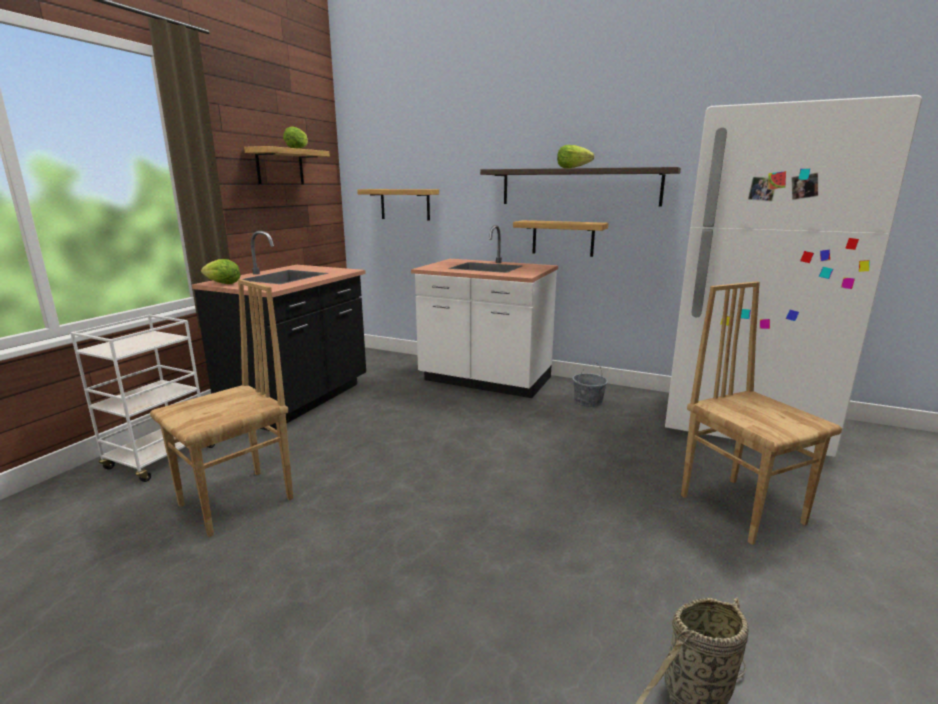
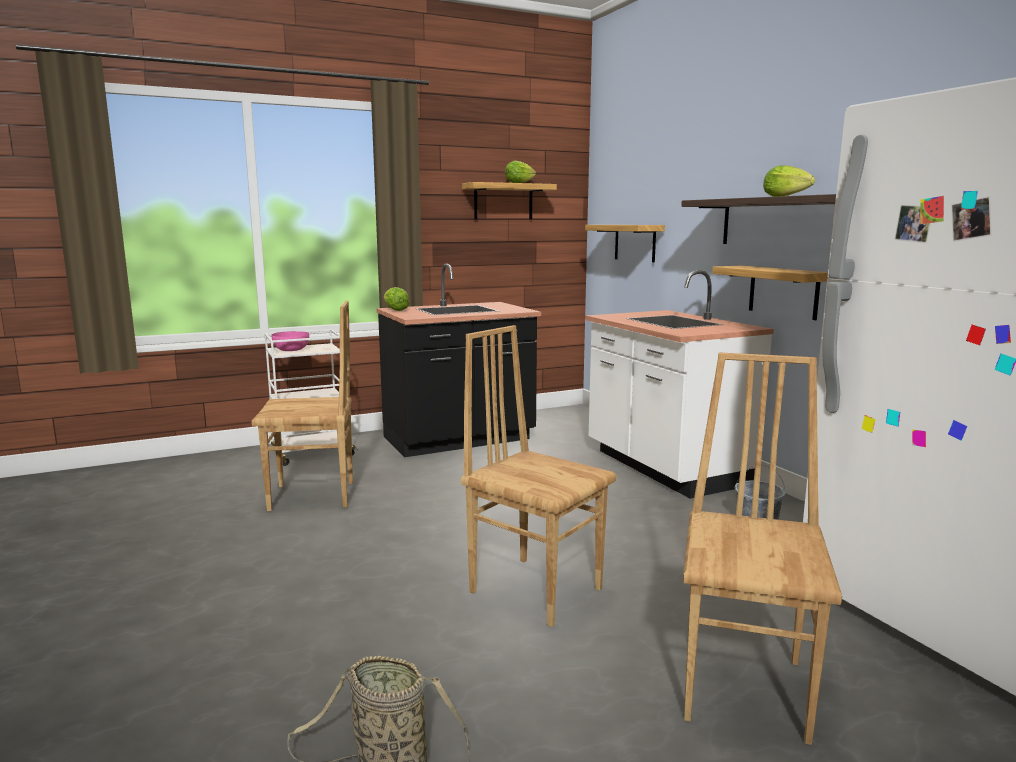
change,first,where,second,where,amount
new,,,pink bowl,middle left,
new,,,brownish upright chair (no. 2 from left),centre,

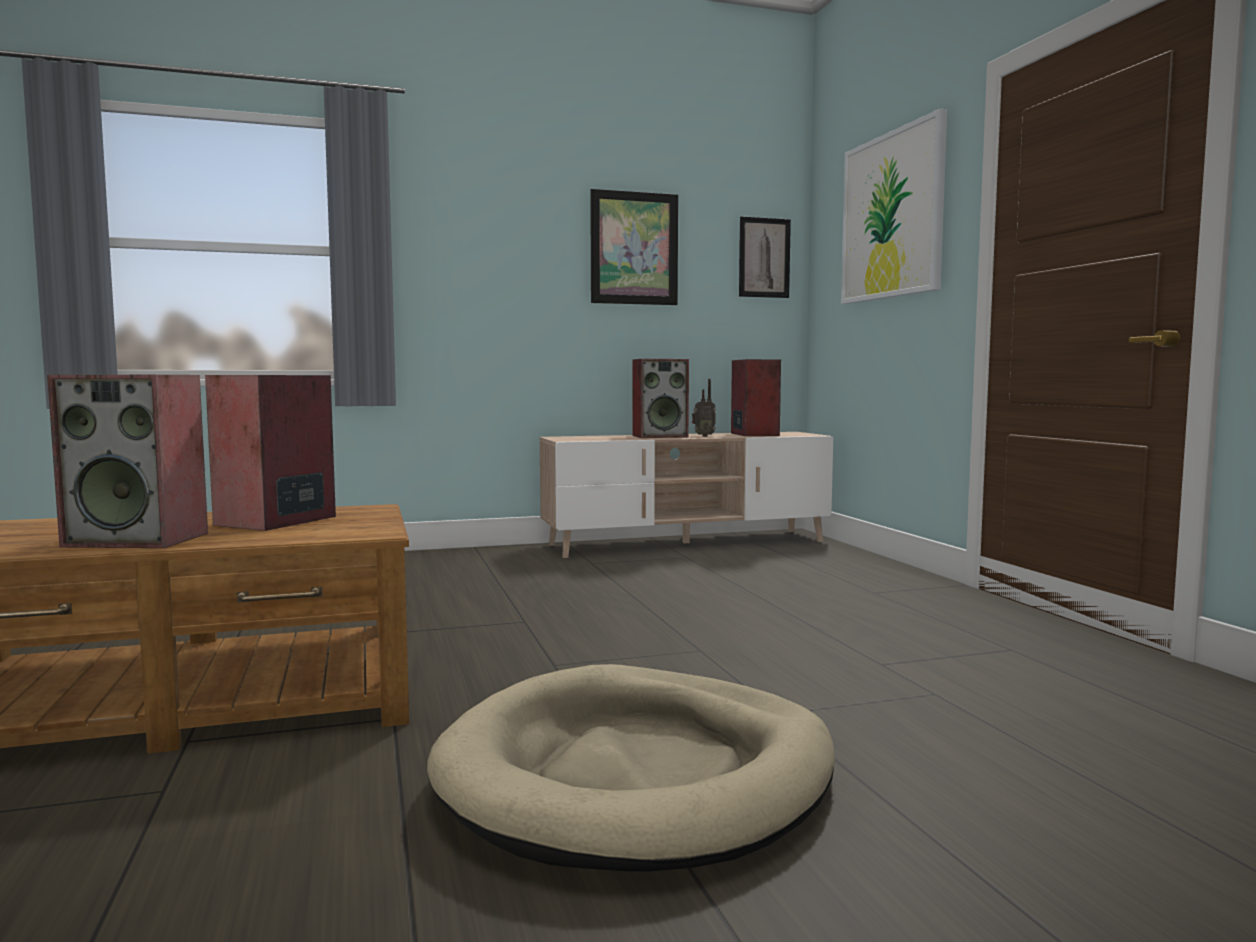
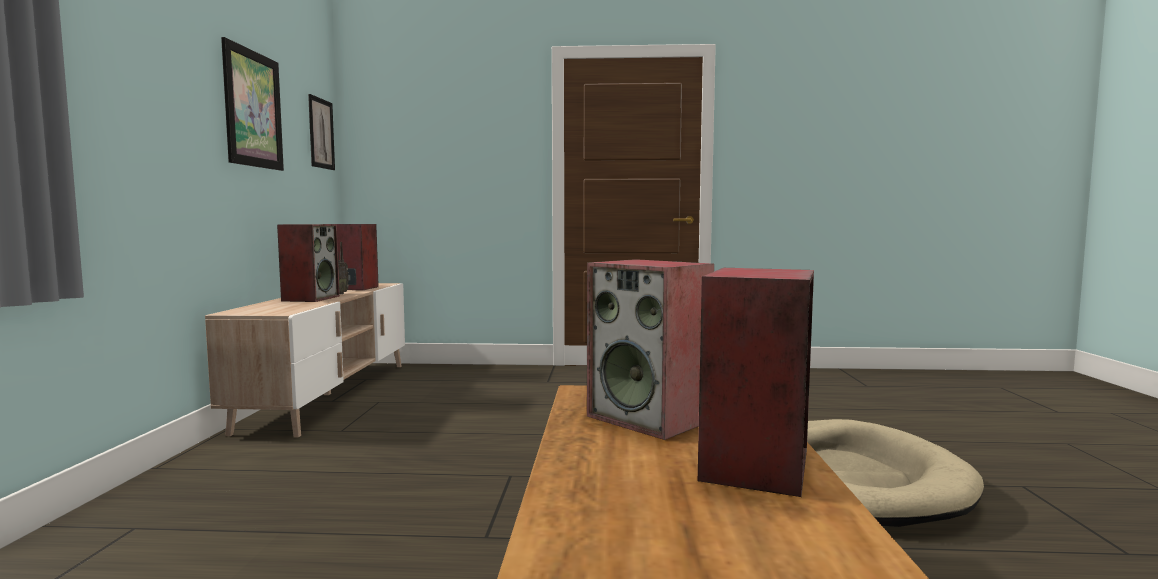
change,first,where,second,where,amount
gone,wall art (no. 3 from left),top right,,,

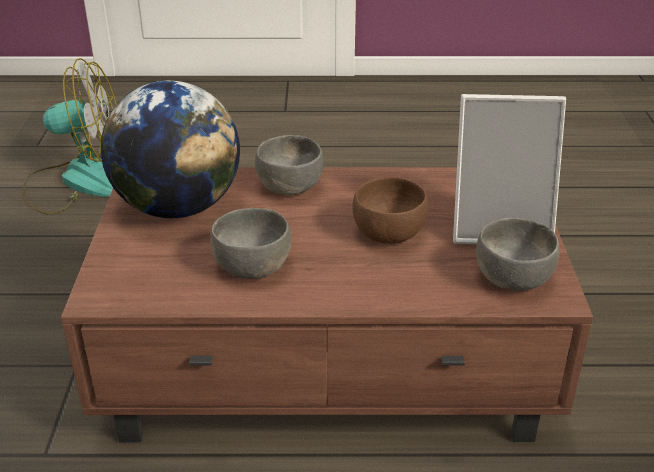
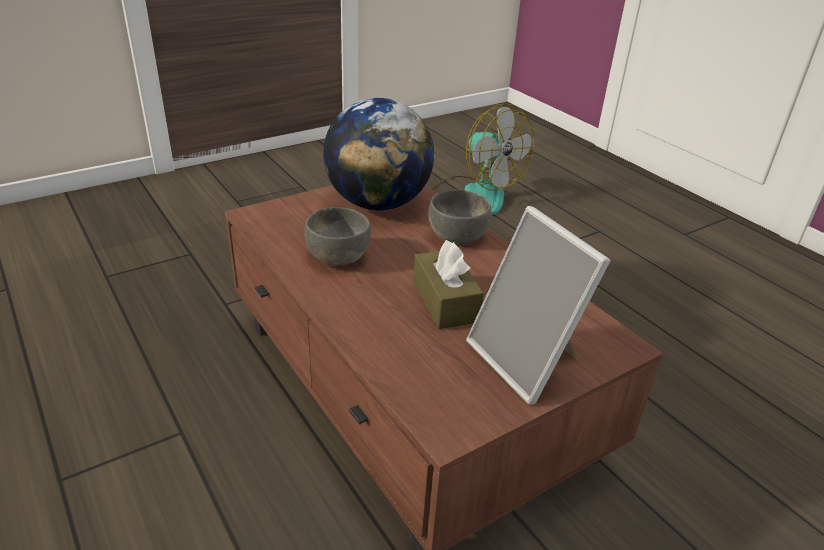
change,first,where,second,where,amount
gone,greyish bowl (no. 3 from left),middle right,,,
swapped,brownish bowl,centre,brownish box of tissues,centre,

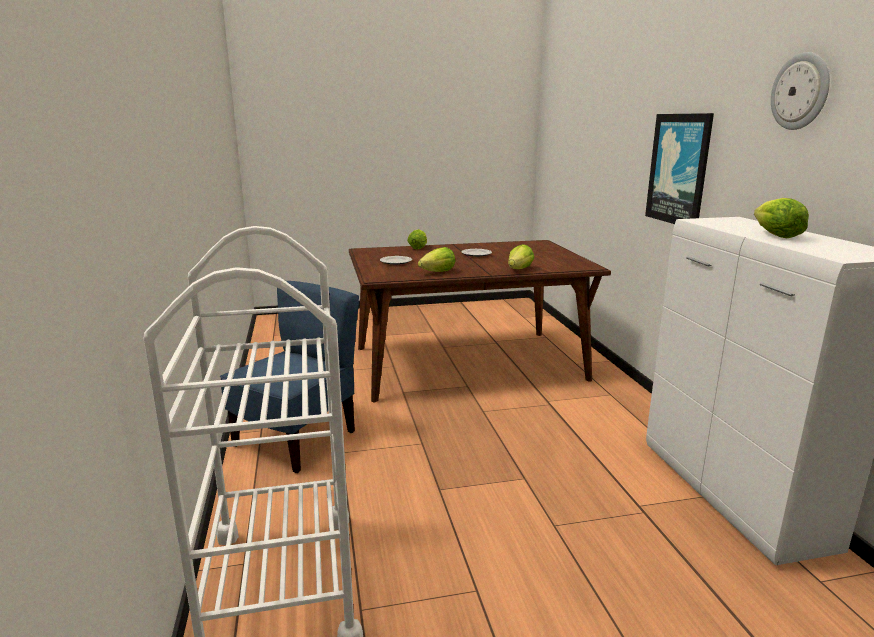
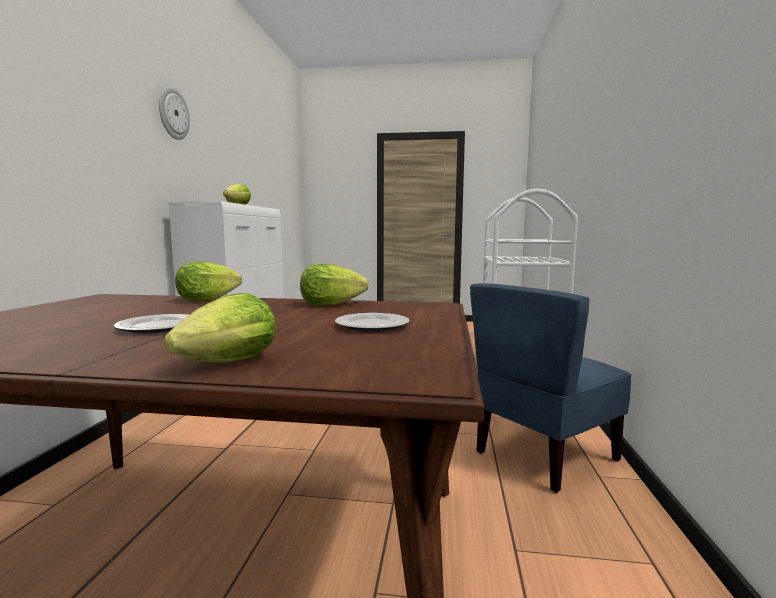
change,first,where,second,where,amount
gone,wall art,top right,,,

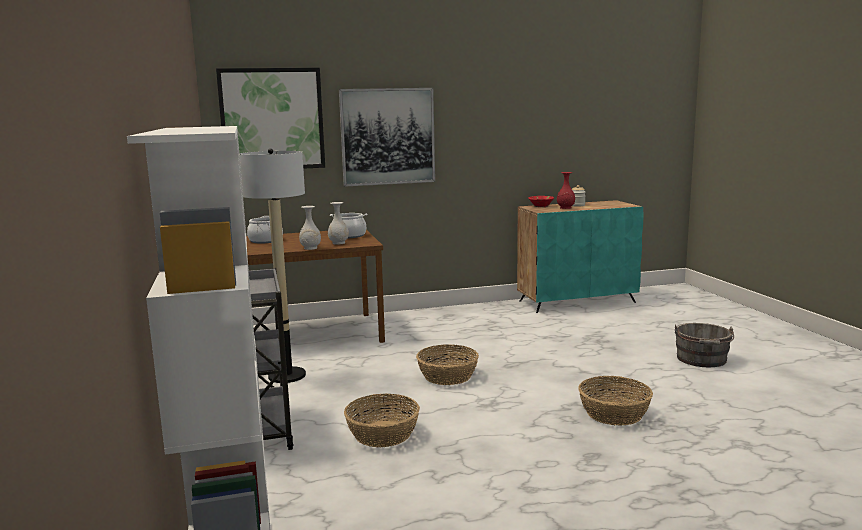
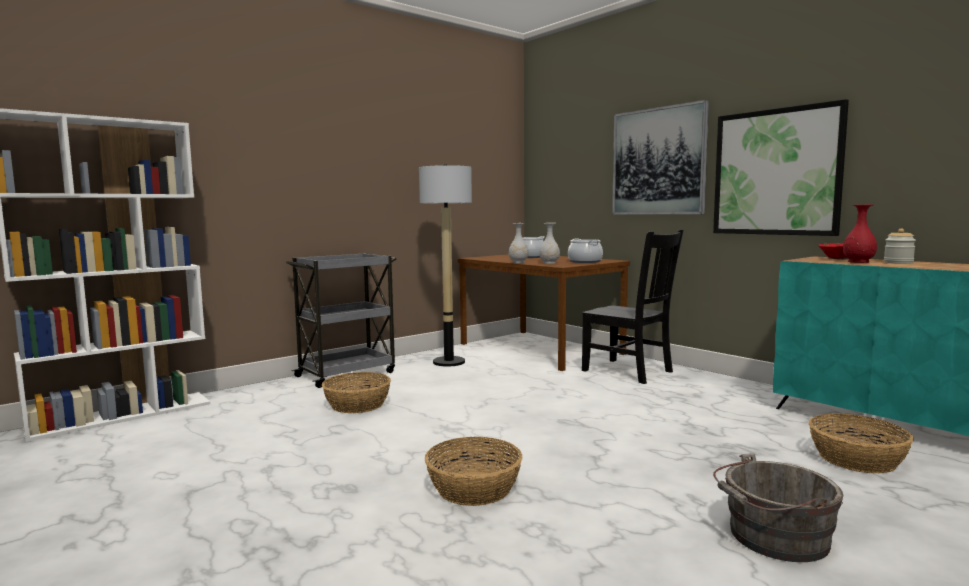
change,first,where,second,where,amount
new,,,black upright chair,centre,
shifted,wall art (no. 1 from left in the first image),top left,wall art (no. 2 from left),top right,
shifted,storage basket (no. 2 from left in the first image),bottom centre,storage basket (no. 3 from left),bottom right,

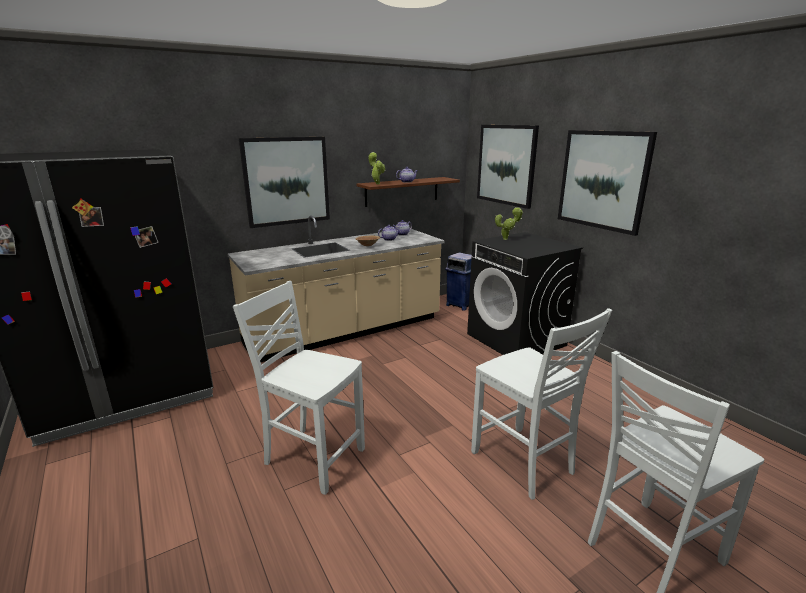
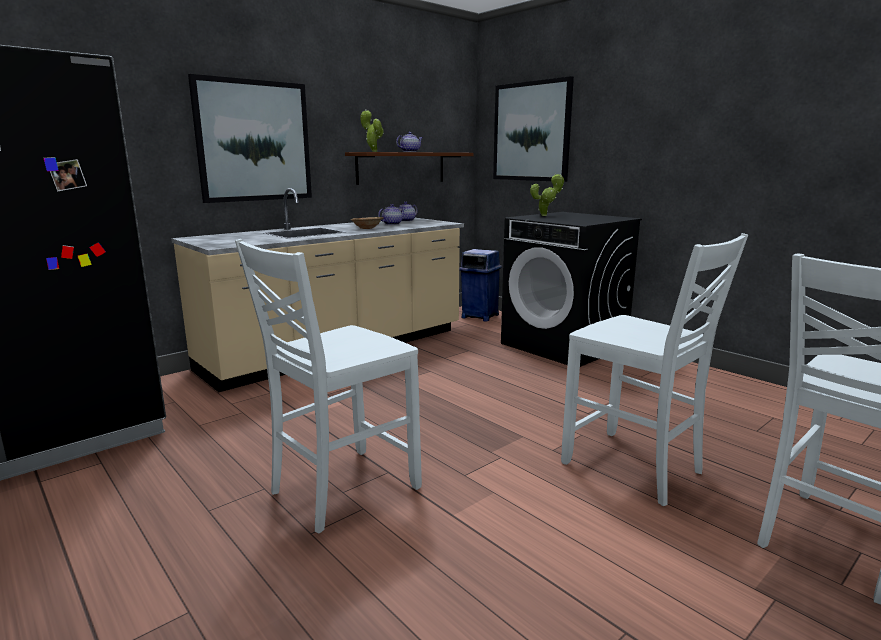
change,first,where,second,where,amount
gone,wall art (no. 3 from left),top right,,,
rotated,white upright chair (no. 1 from left),centre,,centre,60 degrees counterclockwise

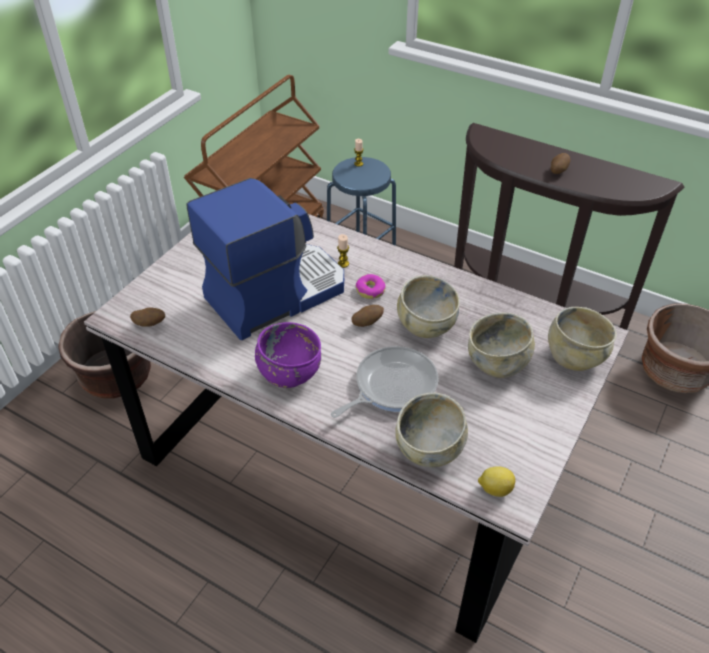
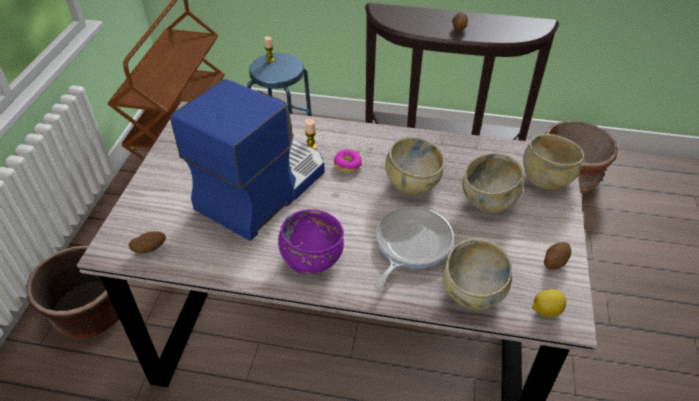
change,first,where,second,where,amount
shifted,potato (no. 2 from left in the first image),centre,potato (no. 3 from left),middle right,

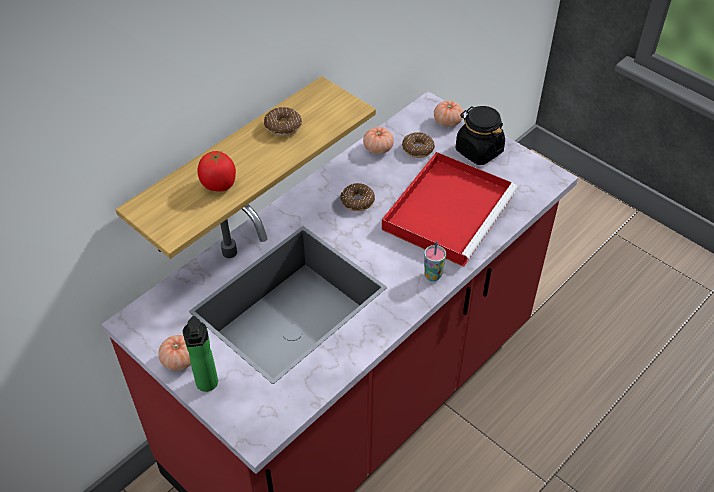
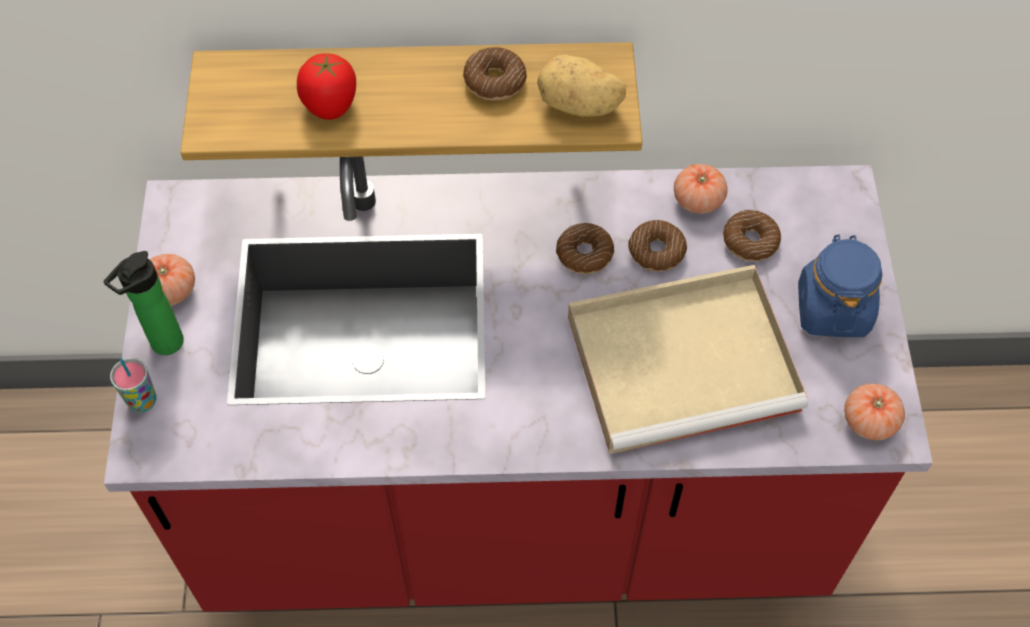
change,first,where,second,where,amount
new,,,potato,top centre,
new,,,ring doughnut (no. 3 from left),centre,
shifted,cup,centre,,middle left,
shifted,whole tomato (no. 4 from left),top centre,,middle right,
repainted,red-coloured carrying tray,centre,sand-coloured carrying tray,middle right,
repainted,black storage jar,top right,bluish storage jar,middle right,

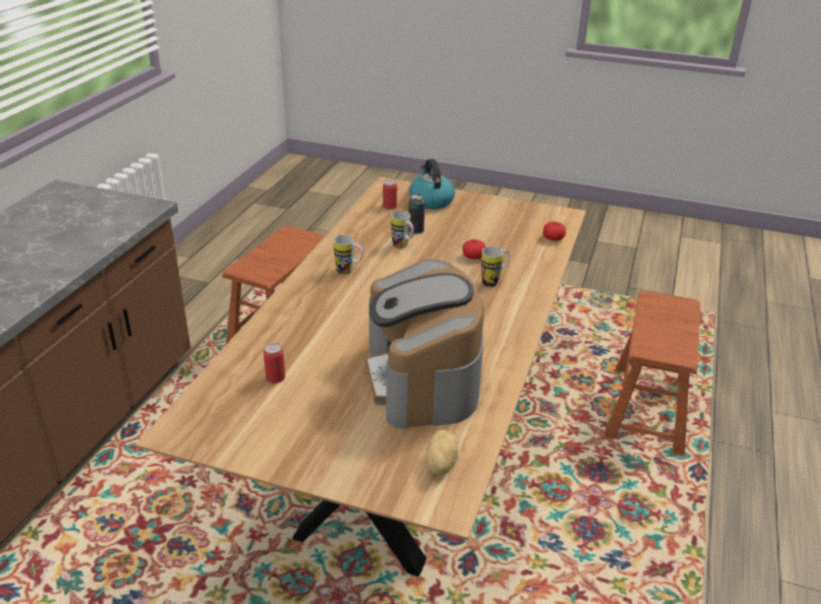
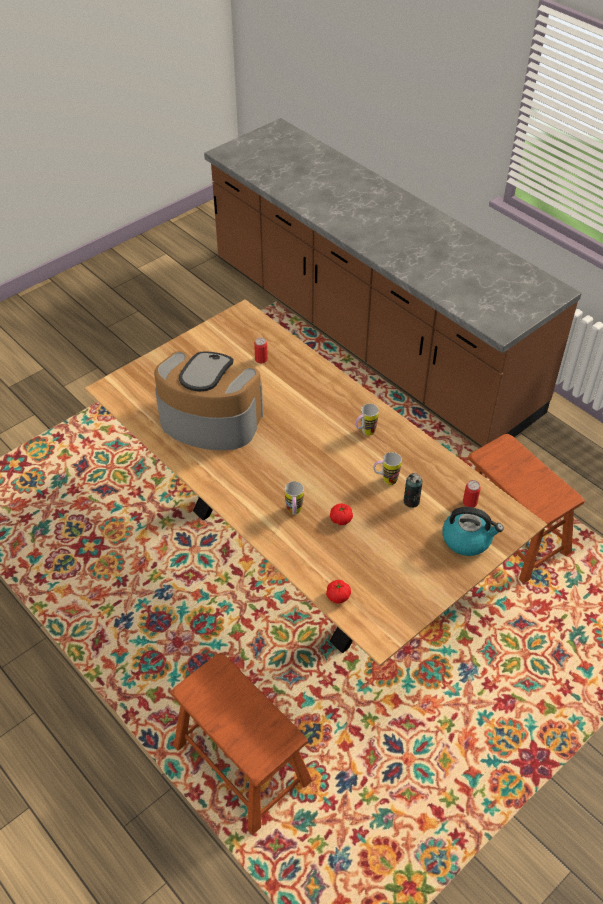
change,first,where,second,where,amount
gone,potato,bottom centre,,,

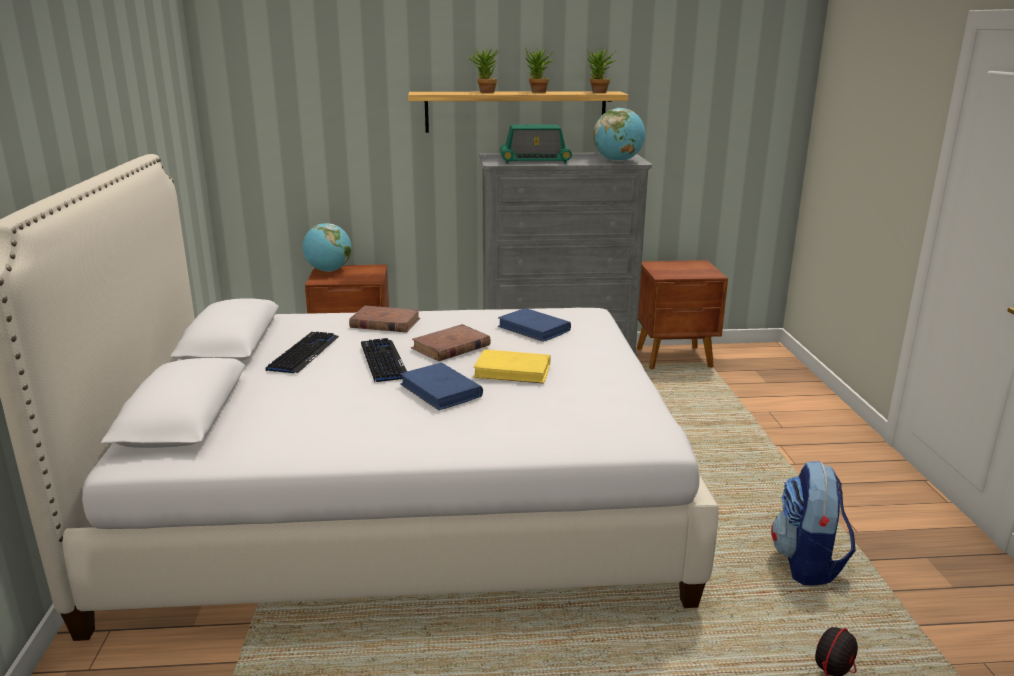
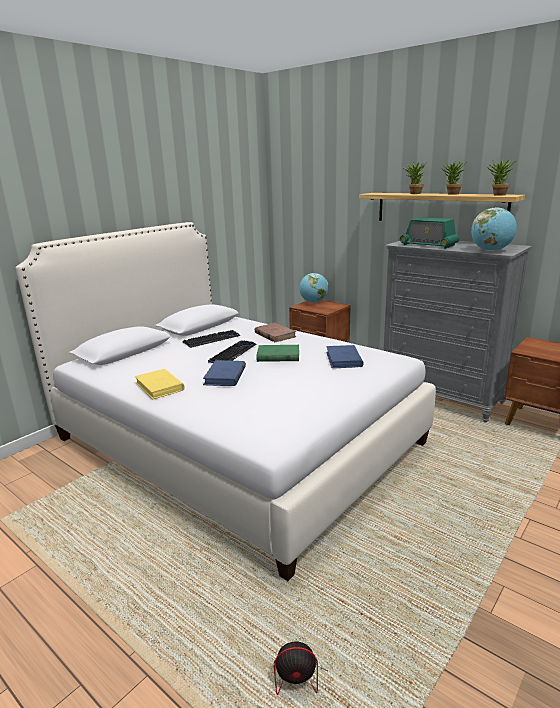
change,first,where,second,where,amount
gone,knapsack,bottom right,,,
shifted,yellowish volume,centre,,middle left,
repainted,brownish volume (no. 2 from left),centre,green volume,centre,

